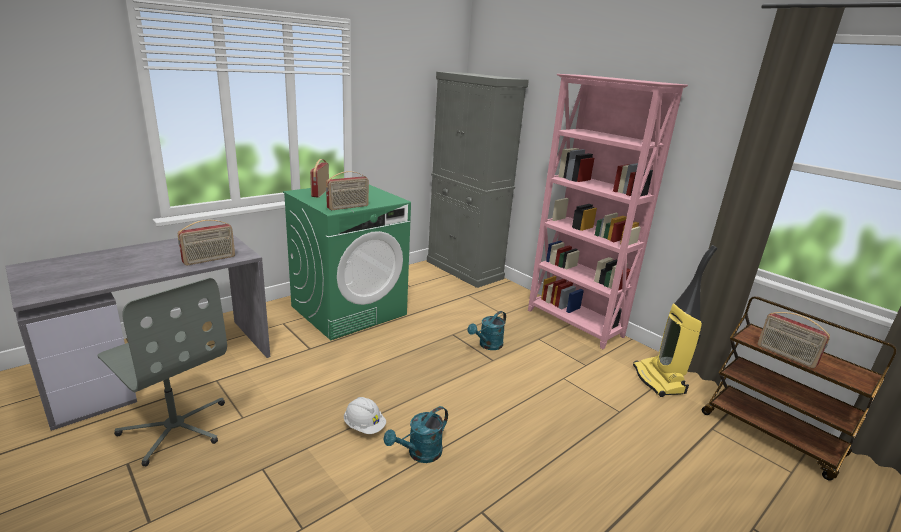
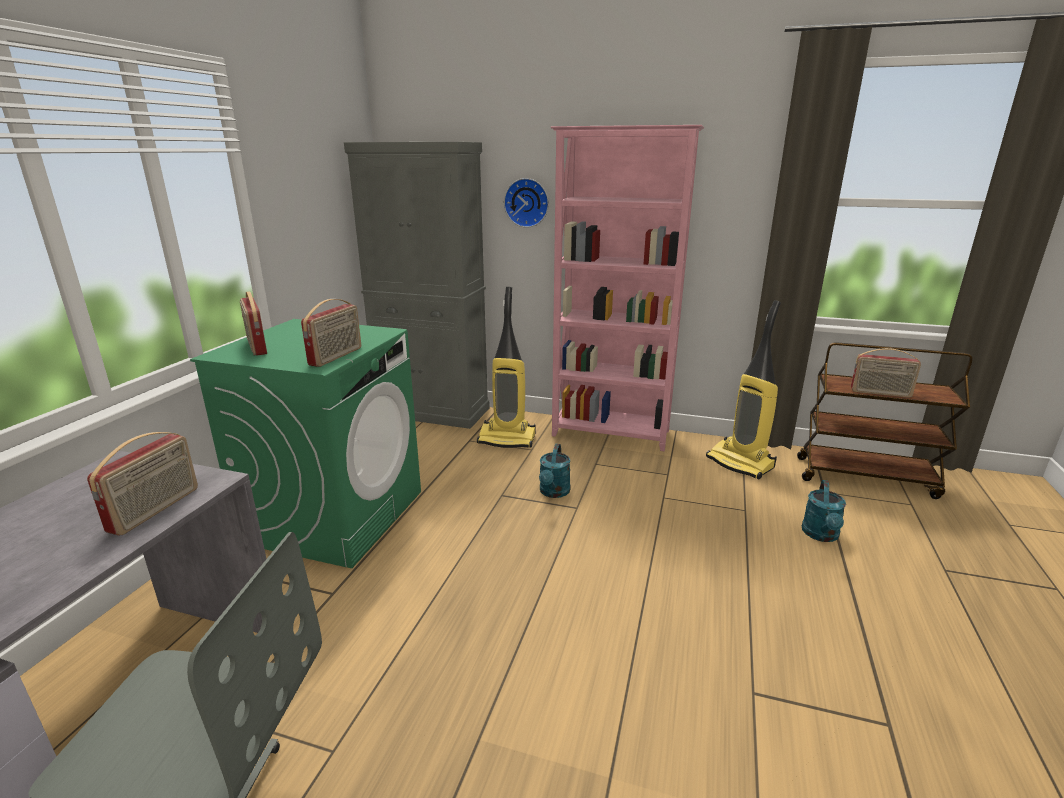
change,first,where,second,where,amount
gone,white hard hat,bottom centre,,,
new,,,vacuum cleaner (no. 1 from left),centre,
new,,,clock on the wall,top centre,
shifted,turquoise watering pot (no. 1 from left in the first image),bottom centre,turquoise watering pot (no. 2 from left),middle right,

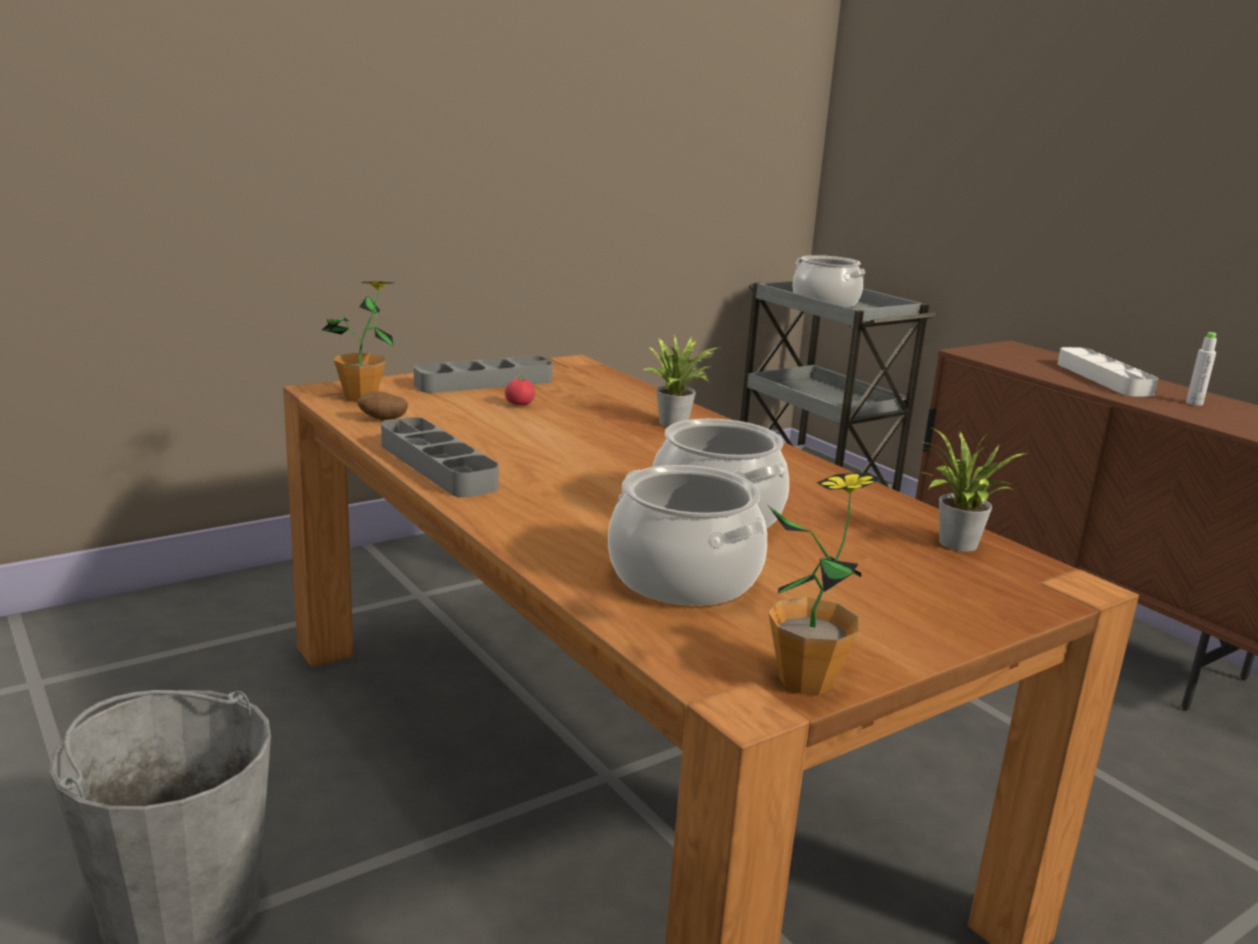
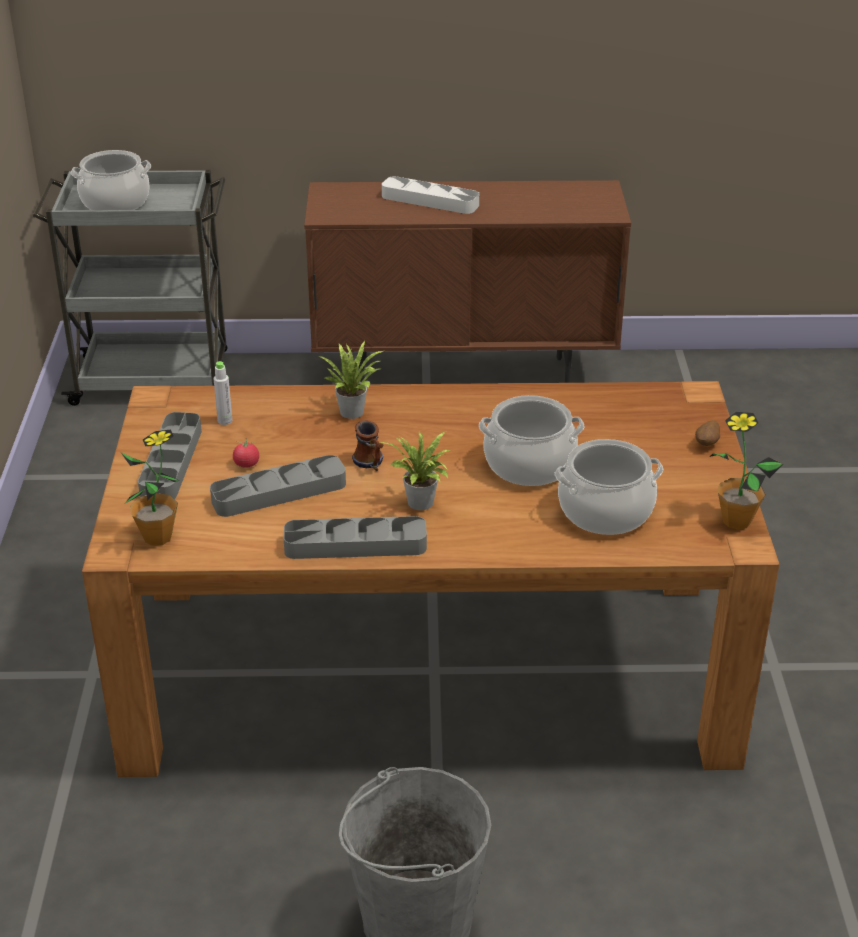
change,first,where,second,where,amount
new,,,greyish carrying tray (no. 2 from left),middle left,
new,,,coffee mug,centre,
shifted,potato,middle left,,middle right,
shifted,potted plant (no. 4 from left in the first image),middle right,potted plant (no. 3 from left),centre,
shifted,greyish bottle,middle right,,middle left,

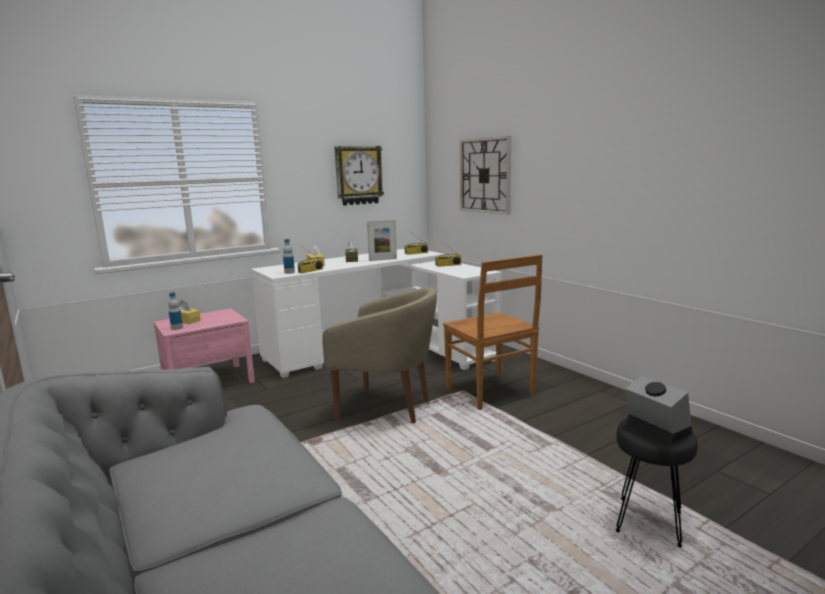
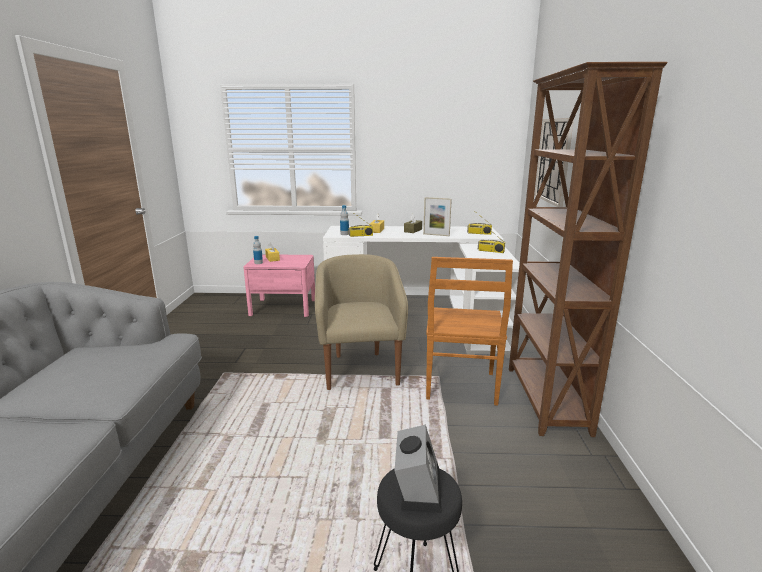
change,first,where,second,where,amount
gone,clock on the wall (no. 1 from left),top centre,,,
new,,,brownish bookcase,middle right,
rotated,sand-coloured armchair,centre,,centre,150 degrees counterclockwise

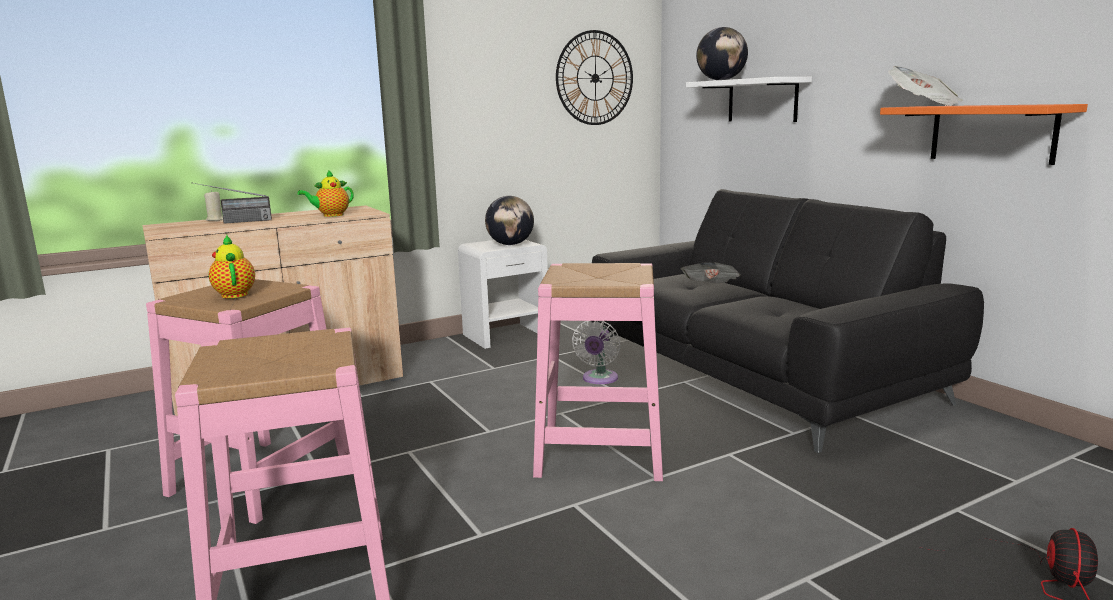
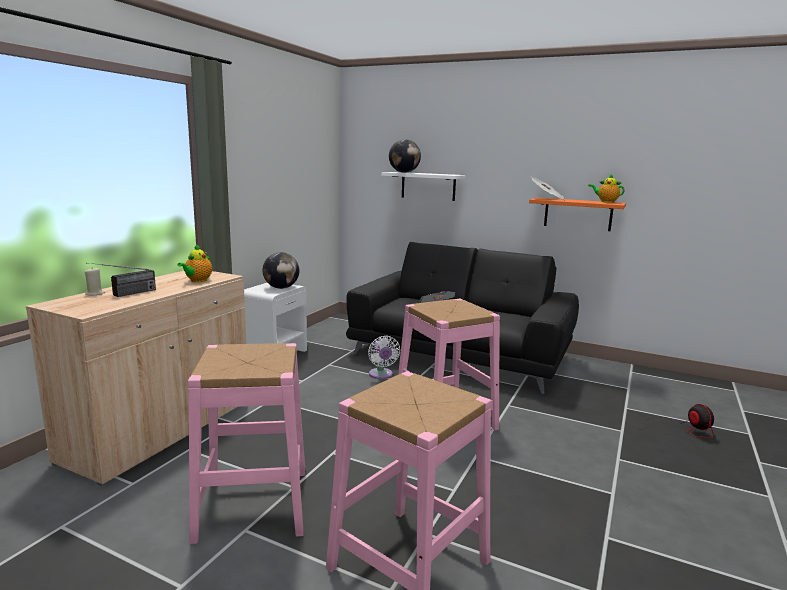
change,first,where,second,where,amount
gone,clock on the wall,top centre,,,
shifted,teapot (no. 1 from left in the first image),middle left,teapot (no. 2 from left),top right,

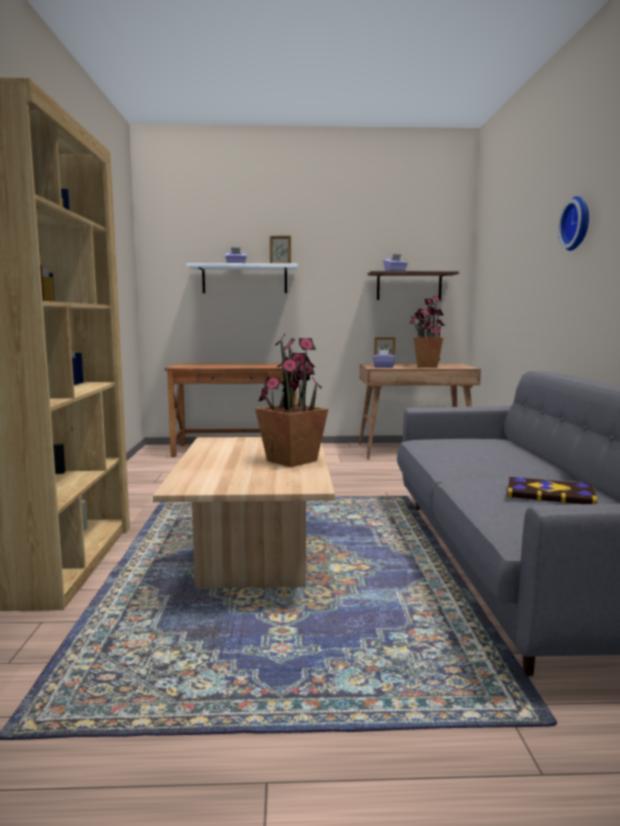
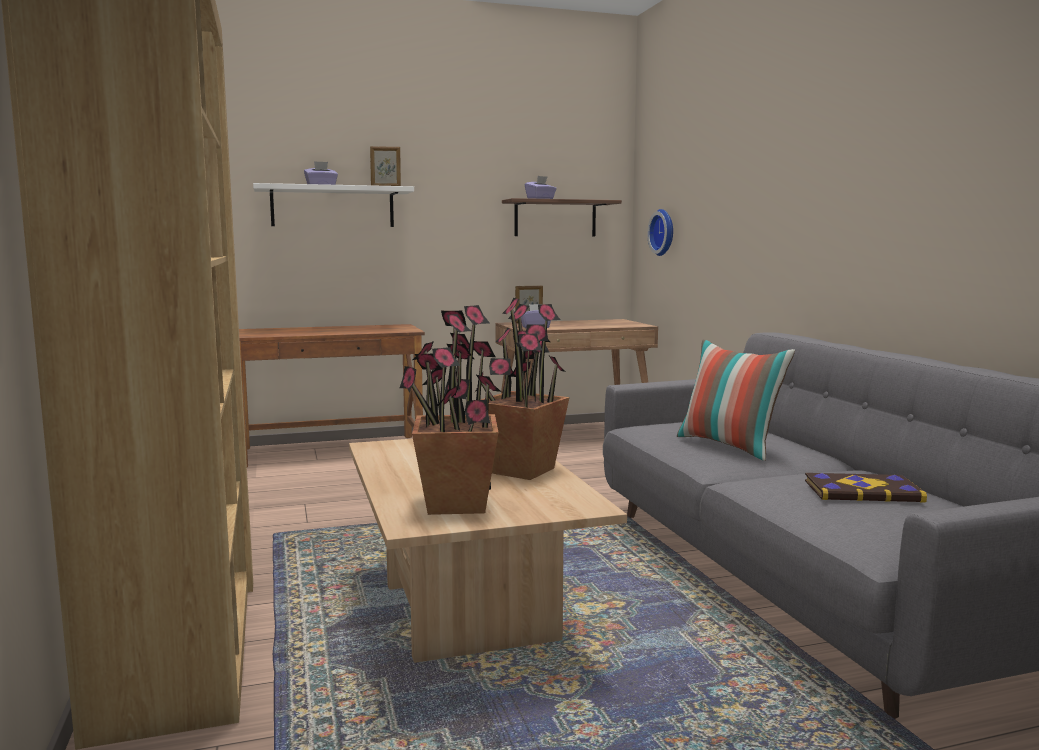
change,first,where,second,where,amount
new,,,pillow,middle right,
shifted,potted plant (no. 2 from left in the first image),middle right,potted plant (no. 1 from left),centre,
shifted,clock on the wall,top right,,top centre,

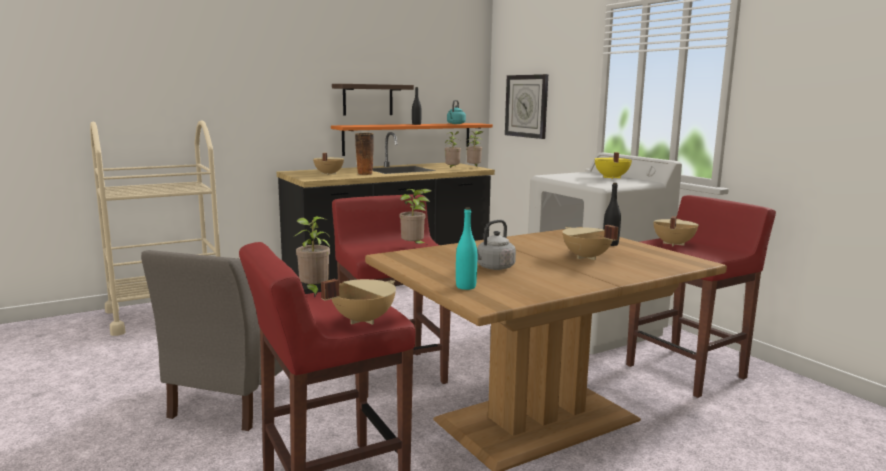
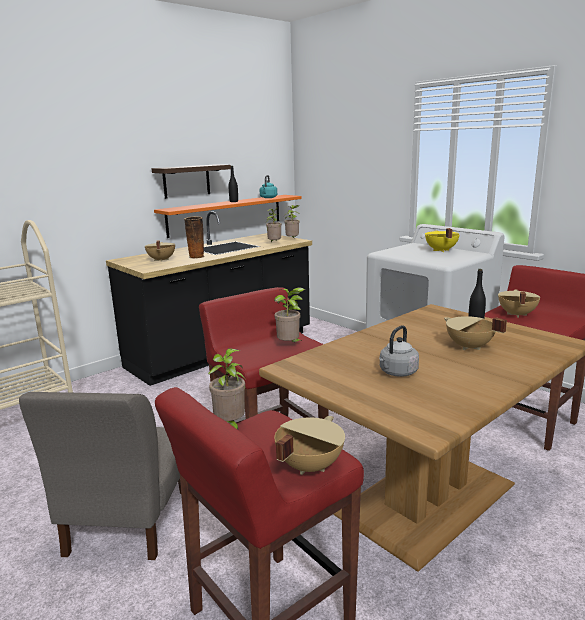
change,first,where,second,where,amount
gone,turquoise bottle,centre,,,
gone,clock on the wall,top centre,,,

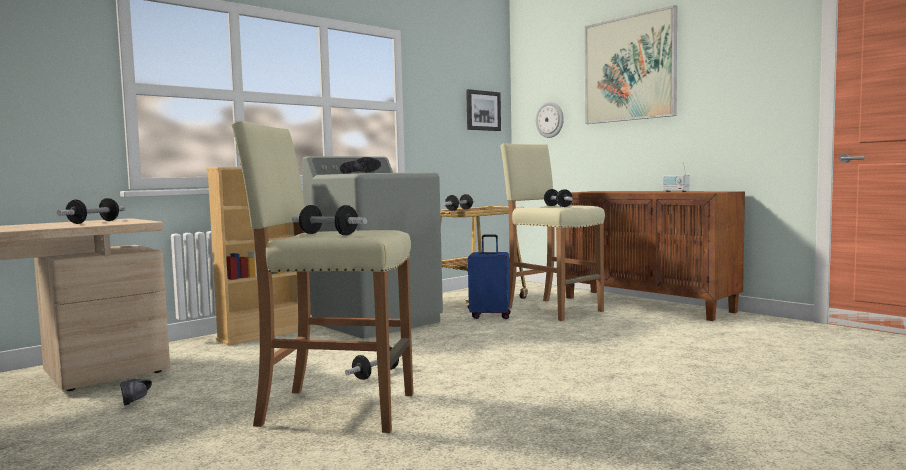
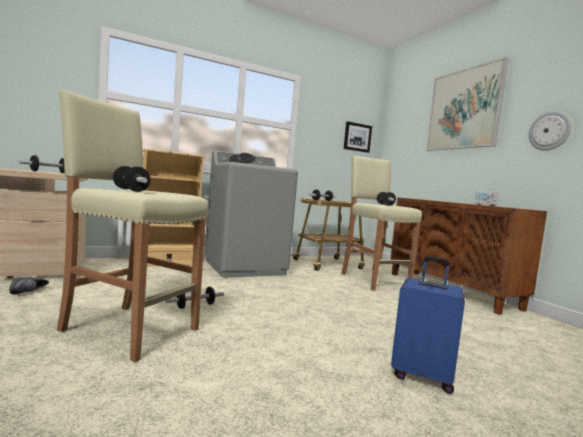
change,first,where,second,where,amount
shifted,bluish suitcase,centre,,bottom right,
shifted,clock on the wall,top centre,,top right,

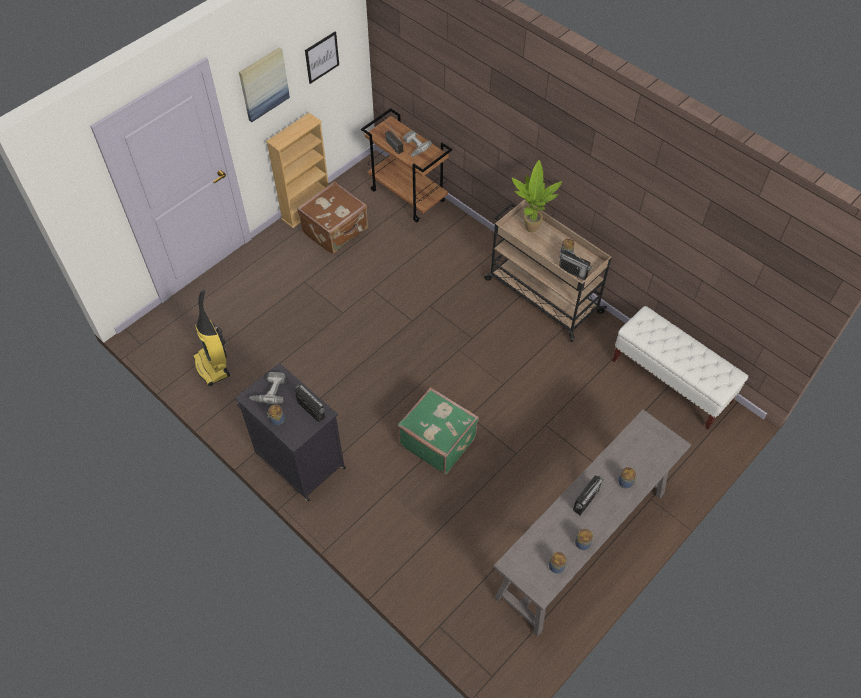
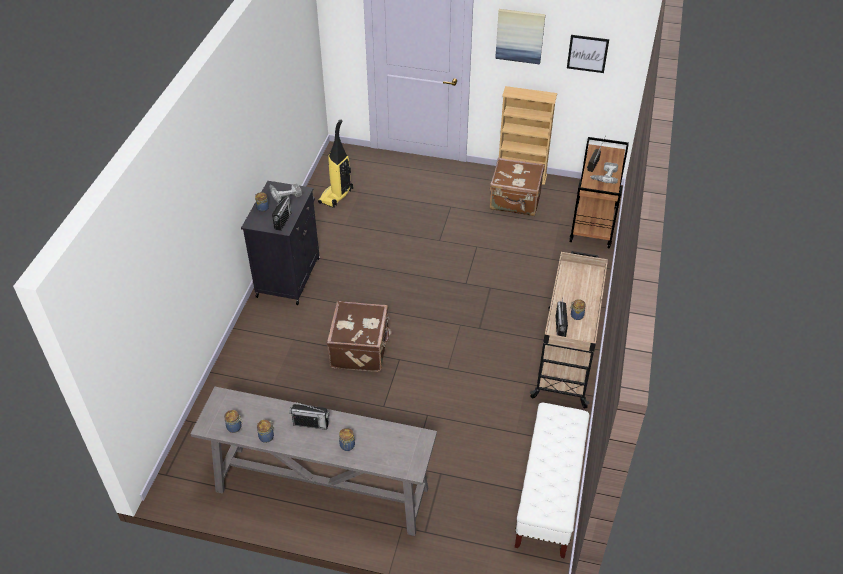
change,first,where,second,where,amount
gone,potted plant,top centre,,,
repainted,green suitcase,centre,brownish suitcase (no. 1 from left),centre,

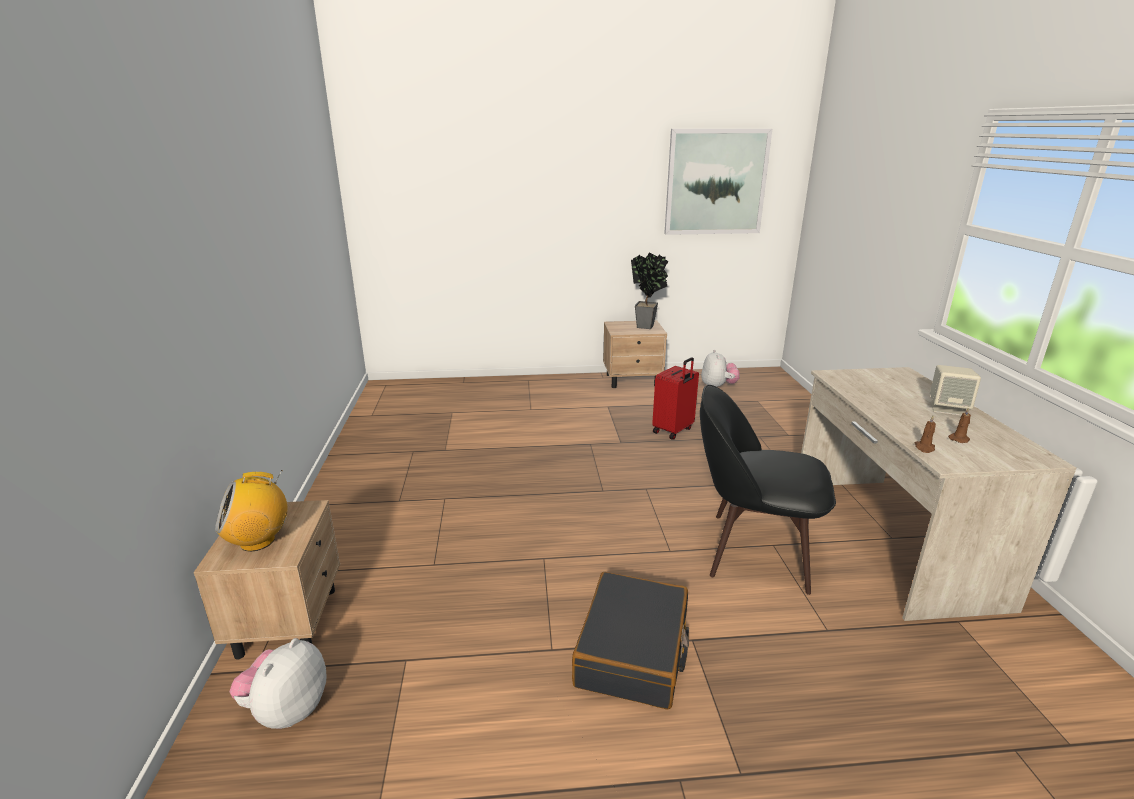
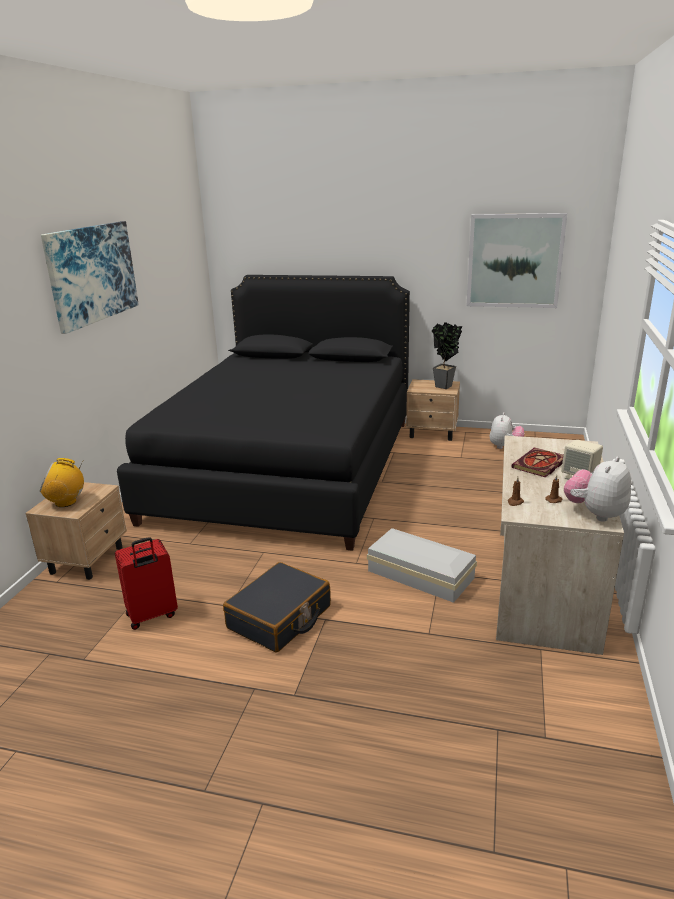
change,first,where,second,where,amount
new,,,wall art (no. 1 from left),top left,
new,,,black sleeping bed,centre,
new,,,volume,middle right,
shifted,plush toy (no. 1 from left in the first image),bottom left,plush toy (no. 2 from left),middle right,
shifted,red-coloured suitcase,centre,,middle left,
swapped,black upright chair,middle right,white storage bin,centre,

